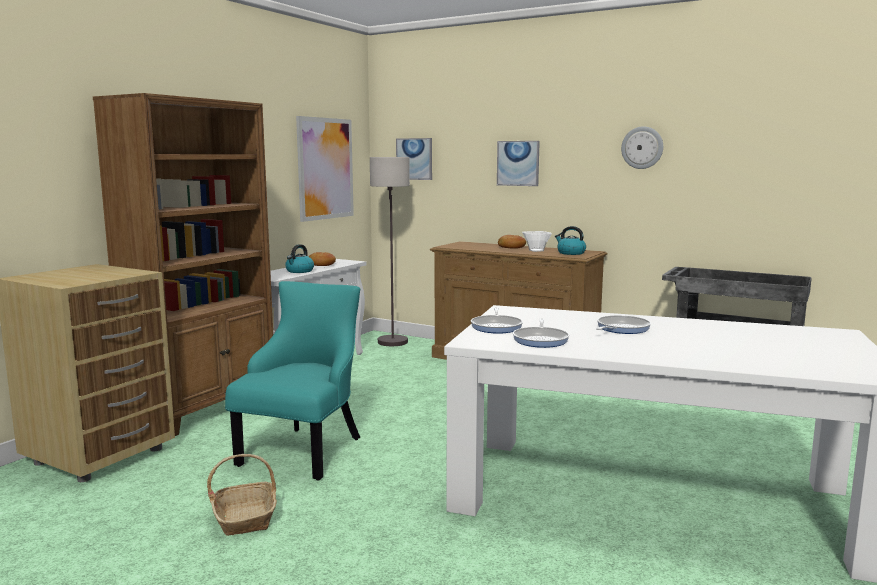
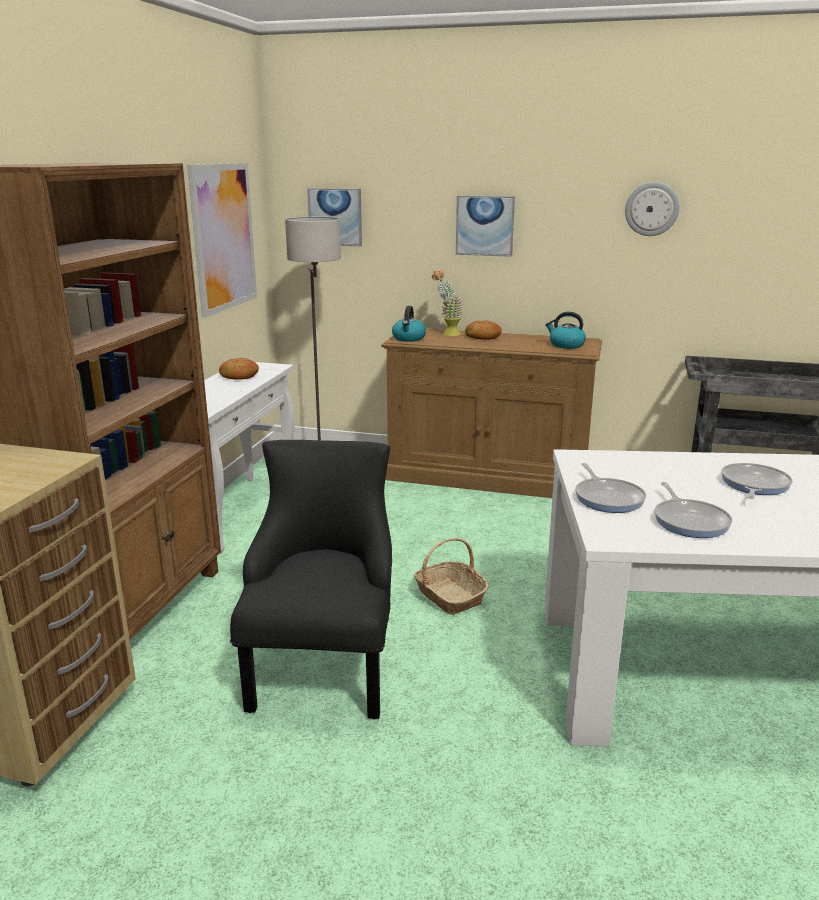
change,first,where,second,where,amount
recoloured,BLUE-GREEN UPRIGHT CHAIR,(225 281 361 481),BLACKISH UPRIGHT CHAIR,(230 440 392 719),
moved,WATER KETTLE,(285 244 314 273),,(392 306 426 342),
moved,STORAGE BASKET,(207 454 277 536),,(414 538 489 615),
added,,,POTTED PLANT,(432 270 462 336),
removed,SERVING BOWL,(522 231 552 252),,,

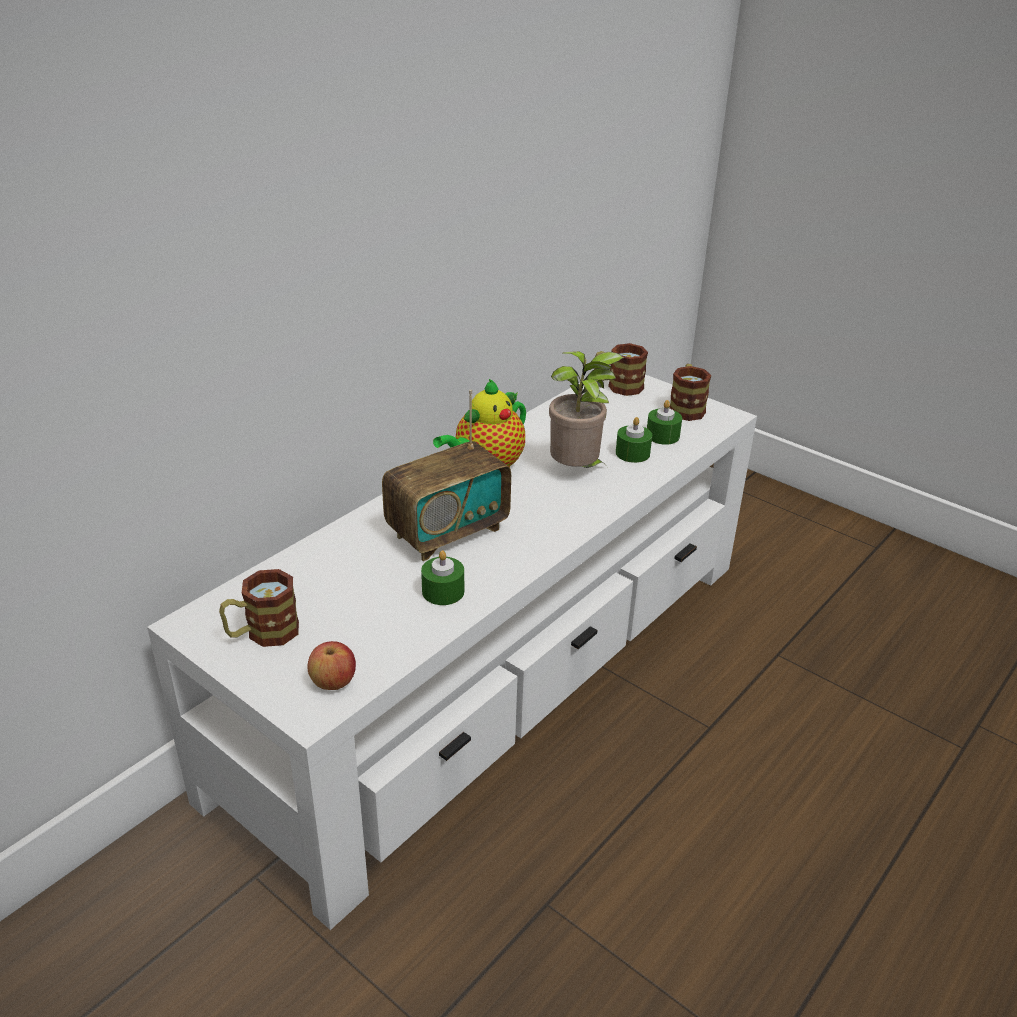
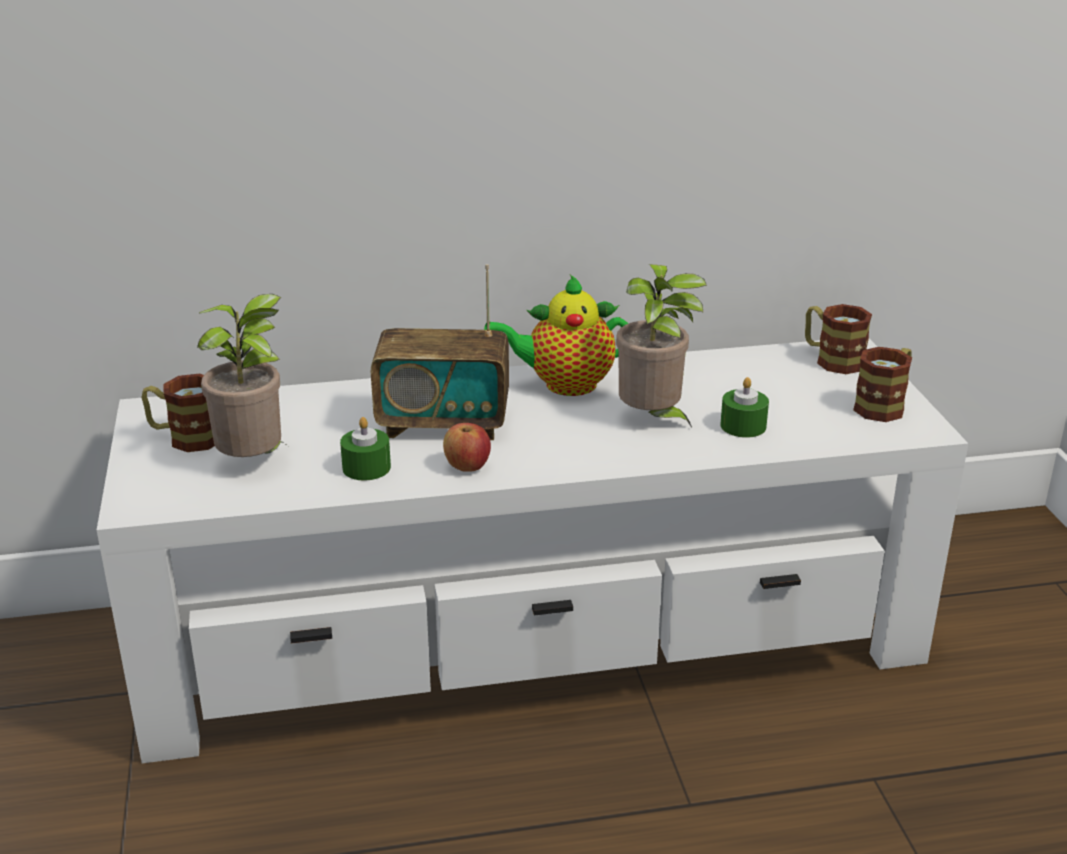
change,first,where,second,where,amount
added,,,POTTED PLANT,(197 294 288 457),
moved,WHOLE APPLE,(307 641 356 690),,(443 423 491 472),
removed,GREENISH CANDLE,(647 400 682 445),,,

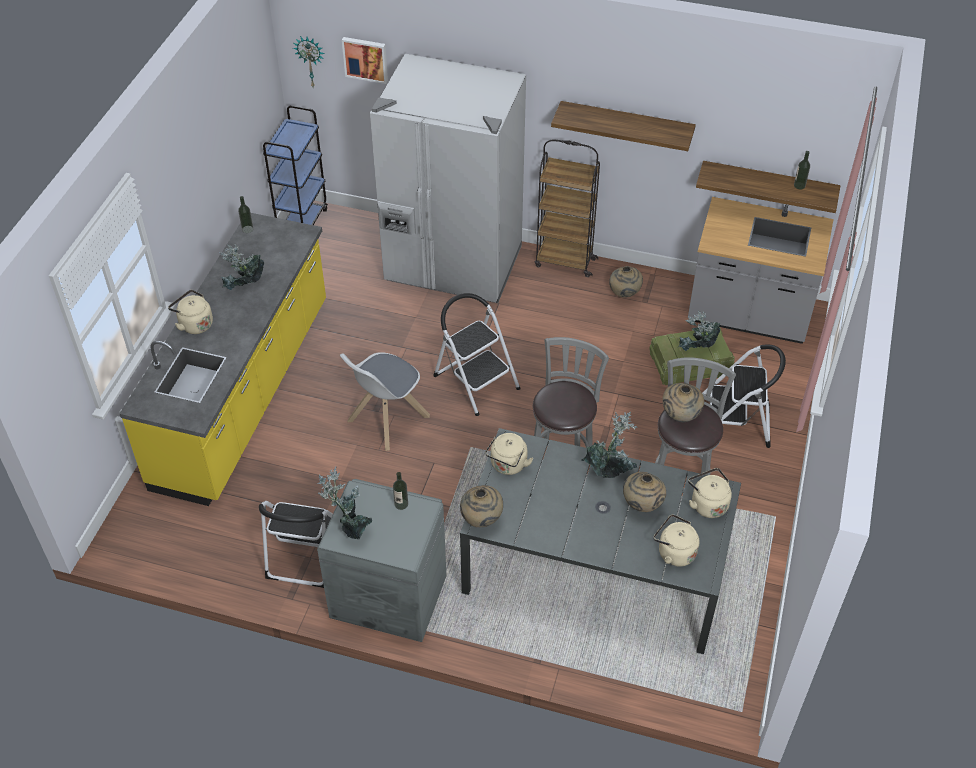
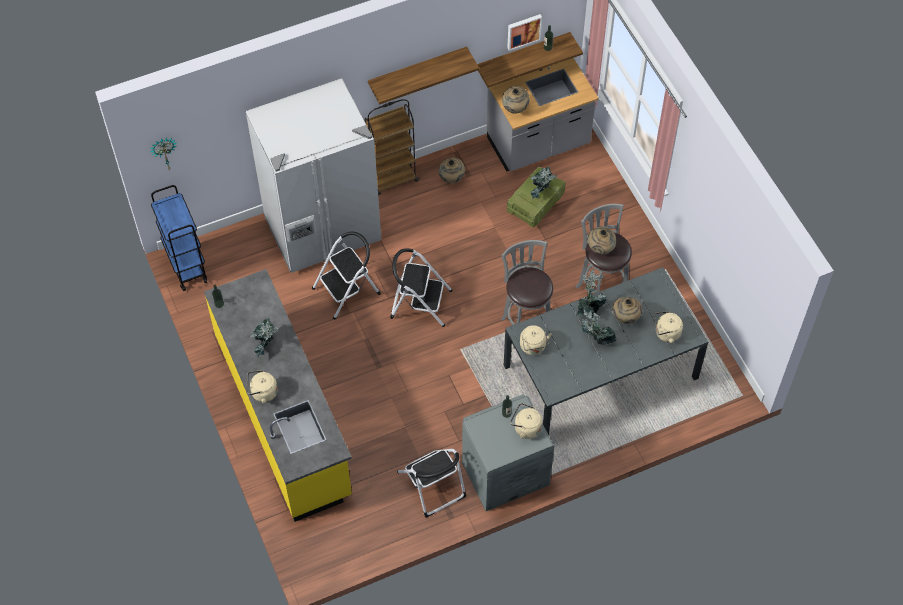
change,first,where,second,where,amount
moved,STEPLADDER,(702 345 786 448),,(312 232 381 319),
moved,SAND-COLOURED VASE,(460 485 503 527),,(502 86 530 114),
moved,WALL ART,(342 37 388 84),,(507 14 542 51),
moved,SAND-COLOURED WATER KETTLE,(688 468 732 518),,(510 403 542 439),
moved,POTTED PLANT,(318 467 372 539),,(580 309 616 345),
removed,UPRIGHT CHAIR,(340 352 430 451),,,

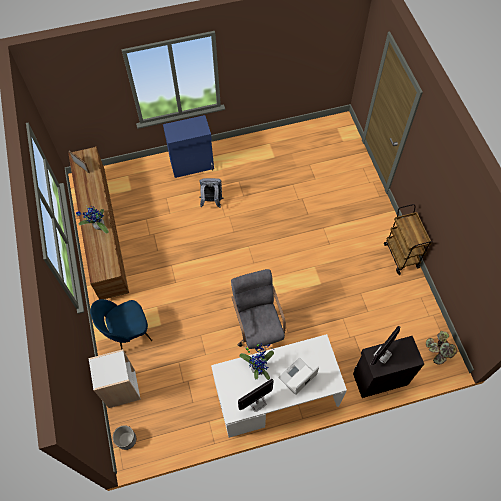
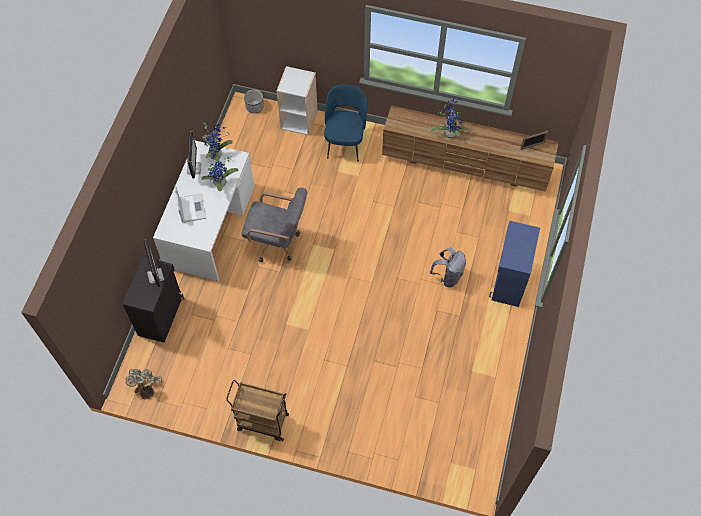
change,first,where,second,where,amount
added,,,POTTED PLANT,(203 121 233 162),

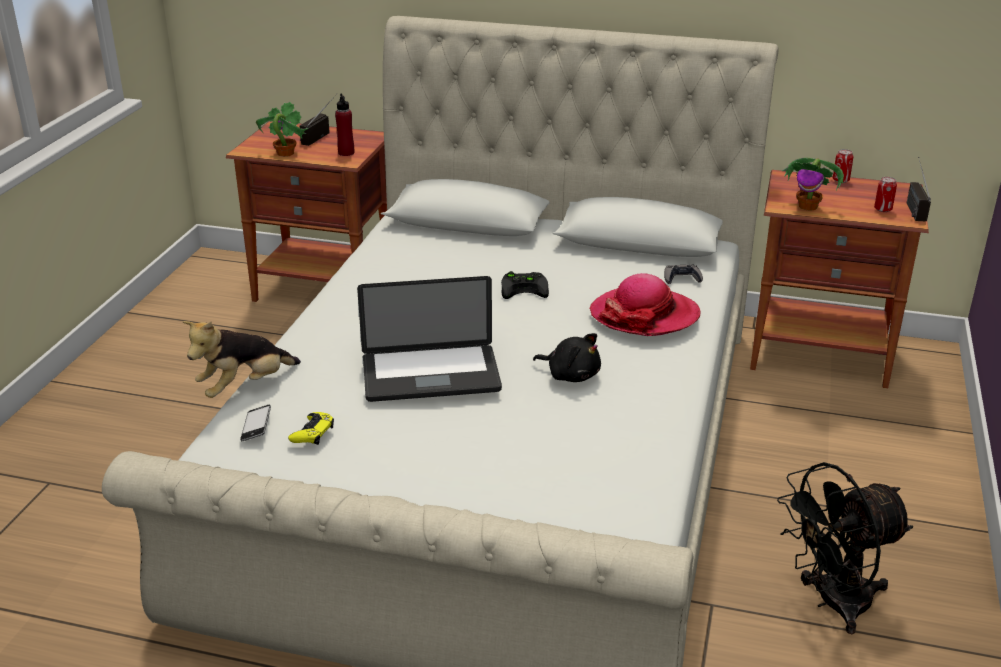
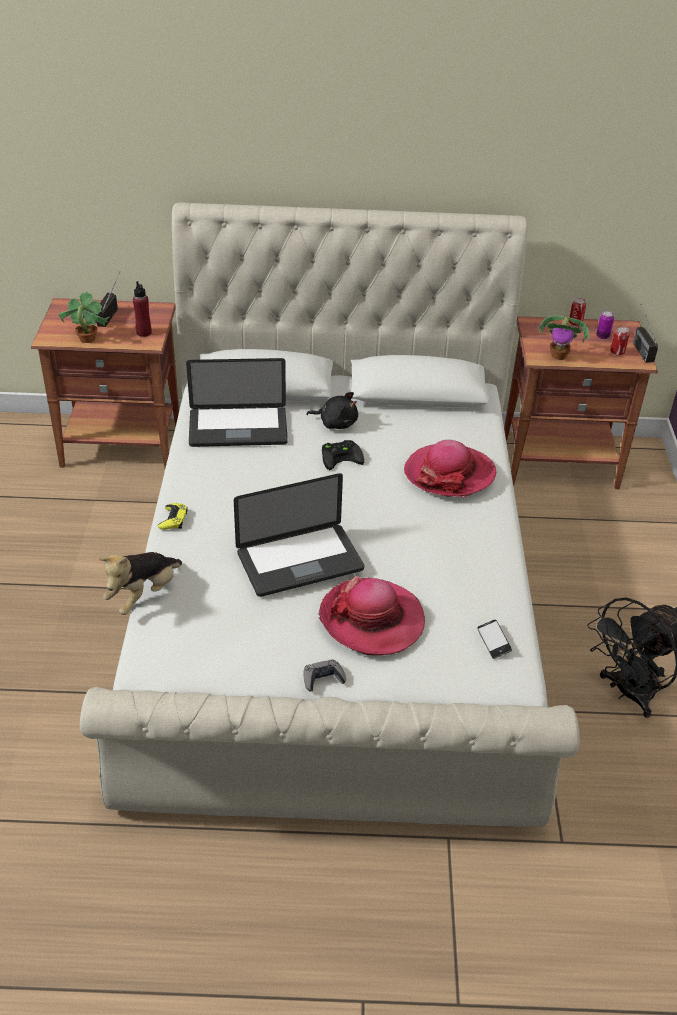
change,first,where,second,where,amount
moved,YELLOW-COLOURED GAMEPAD,(288 412 334 445),,(158 503 188 530),
added,,,NOTEBOOK COMPUTER,(186 358 288 447),
moved,GREYISH GAMEPAD,(664 264 703 284),,(304 659 346 692),
moved,BLACKISH SOFT TOY,(533 333 601 382),,(306 392 358 429),
added,,,HAT,(318 576 425 656),
moved,PHONE,(240 404 271 441),,(477 619 512 659),
added,,,CAN,(596 311 614 339),

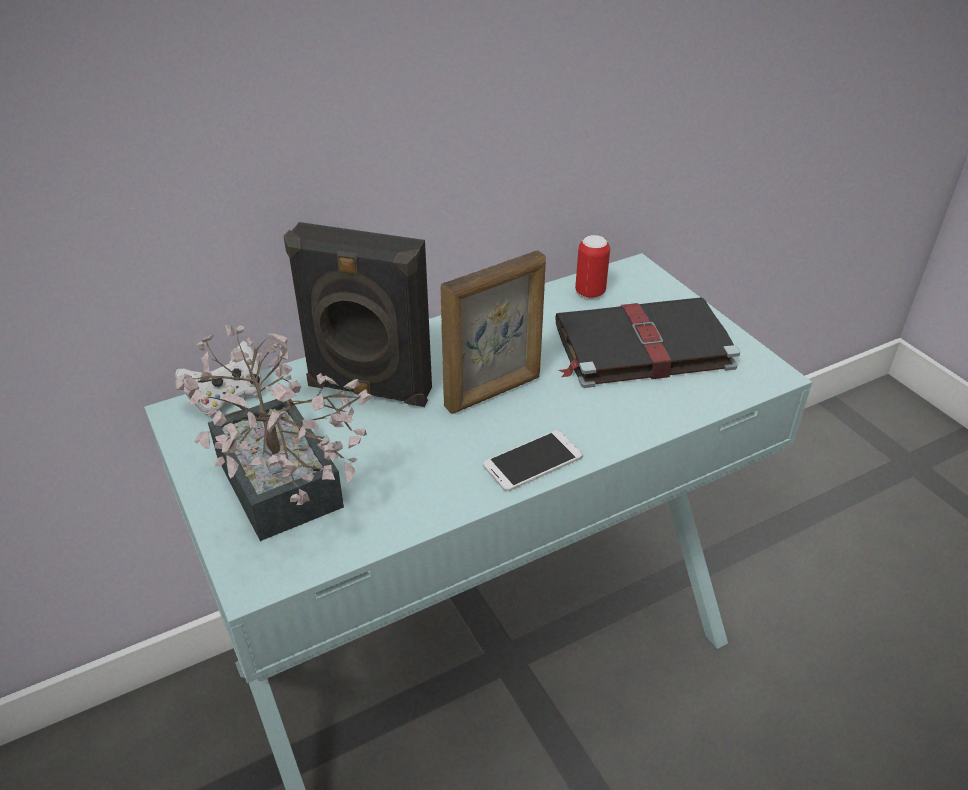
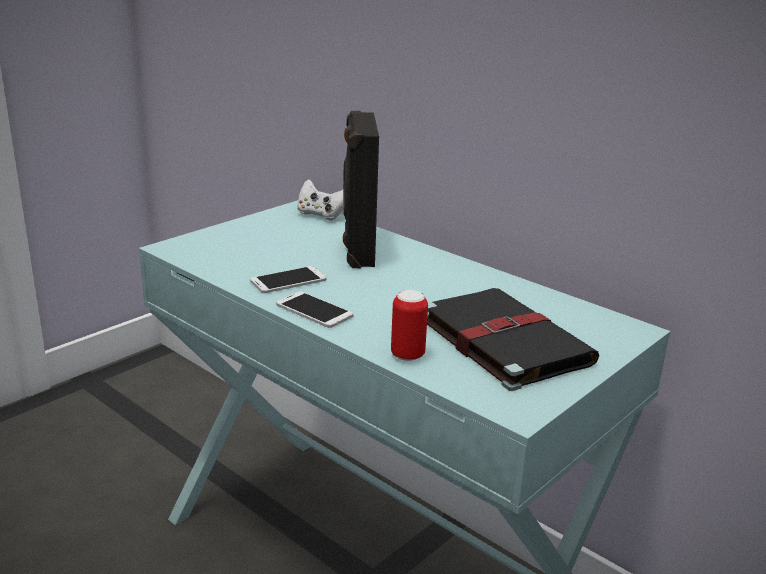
change,first,where,second,where,amount
added,,,PHONE,(250 266 327 293),
moved,CAN,(575 235 610 298),,(391 290 428 361),
removed,POTTED PLANT,(175 325 374 541),,,
removed,PHOTO FRAME,(440 251 546 414),,,

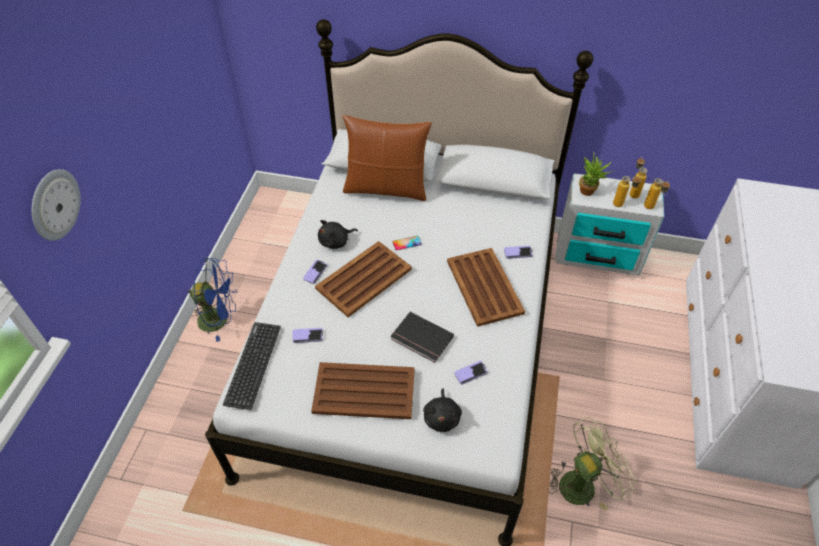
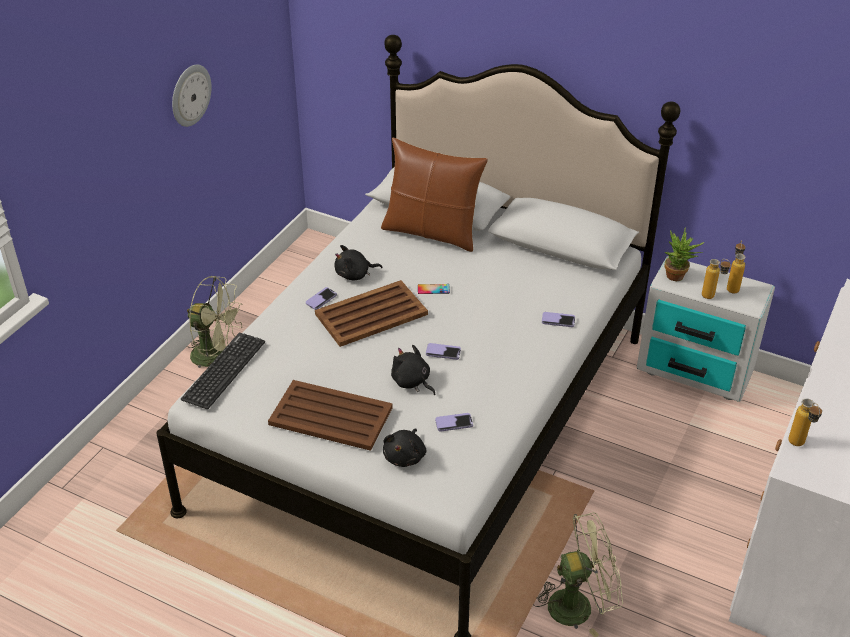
change,first,where,second,where,amount
moved,HANGING CLOCK,(32 169 81 241),,(172 65 212 127),
recoloured,BLUISH FAN,(188 258 237 342),GREENISH FAN,(186 276 243 368),
replaced,BLACKISH VOLUME,(391 312 454 363),BLACKISH SOFT TOY,(391 345 436 395),
moved,PHONE,(292 328 323 343),,(426 343 461 360),
moved,BOTTLE,(644 178 670 209),,(788 399 822 446),
removed,BROWN-COLOURED CARRYING TRAY,(447 248 525 327),,,

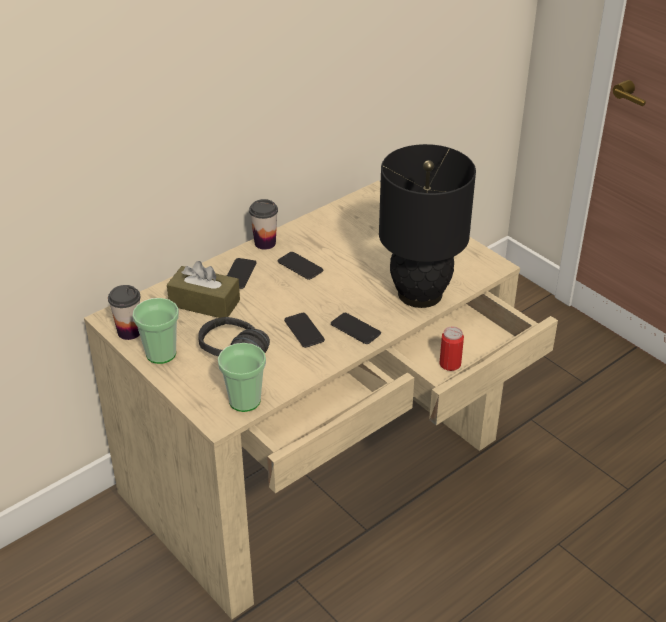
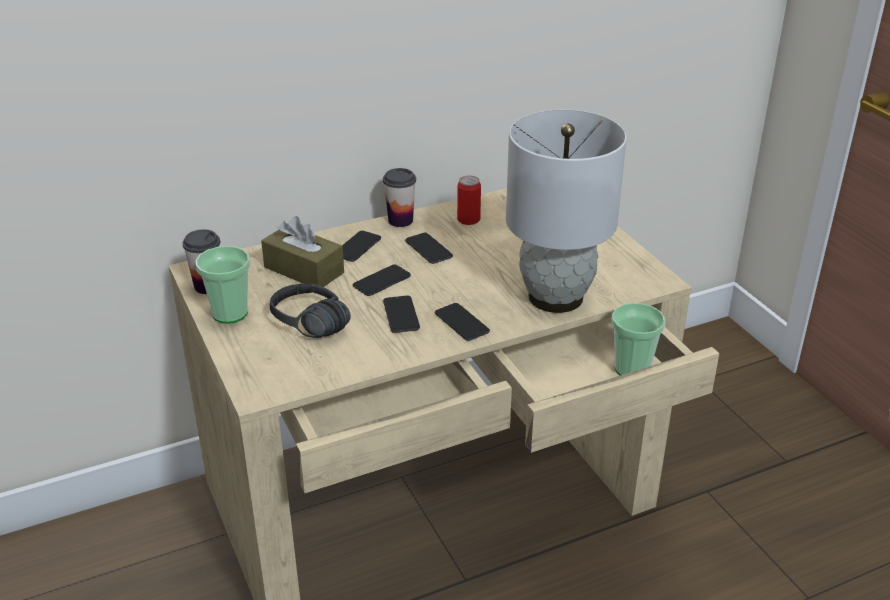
change,first,where,second,where,amount
added,,,PHONE,(353 264 411 296),
moved,CAN,(439 326 464 371),,(457 175 481 225),
recoloured,BLACKISH TABLETOP LAMP,(379 144 476 308),WHITISH TABLETOP LAMP,(506 110 627 313),
moved,SMALL CUP,(218 343 266 412),,(612 303 666 375),

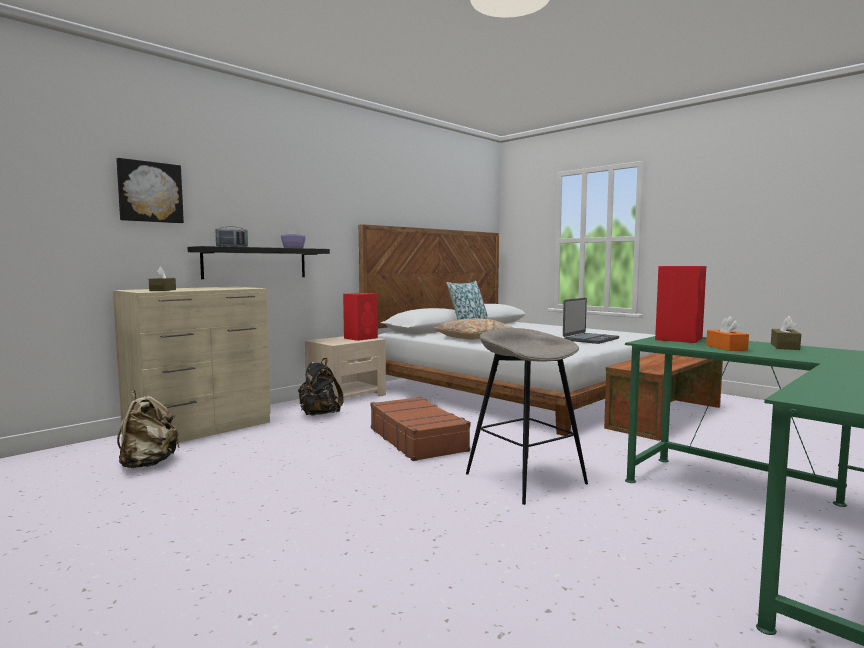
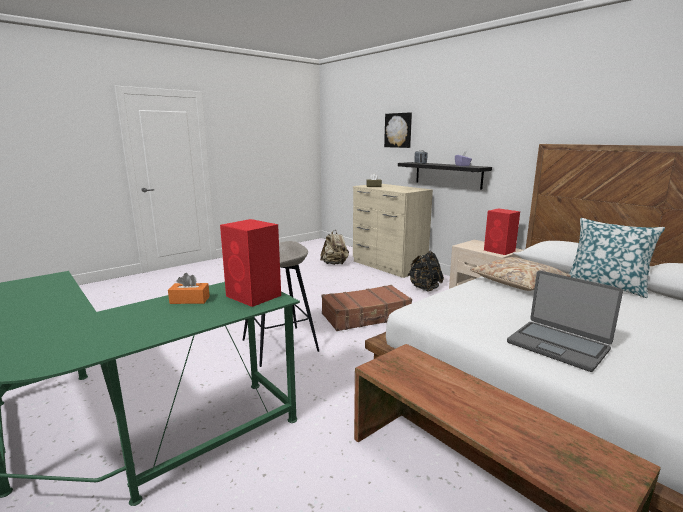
change,first,where,second,where,amount
removed,BROWN-COLOURED TISSUE HOLDER,(771 316 801 350),,,

